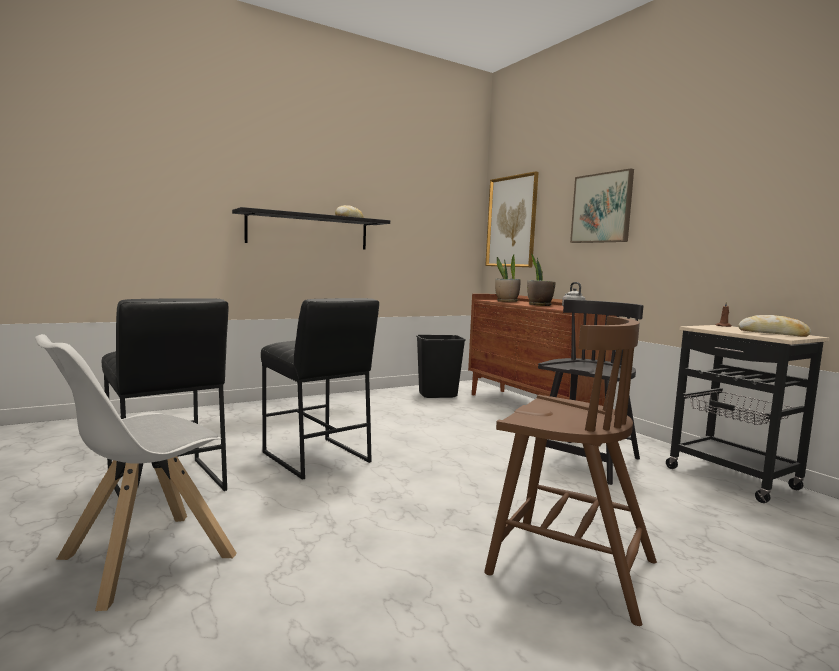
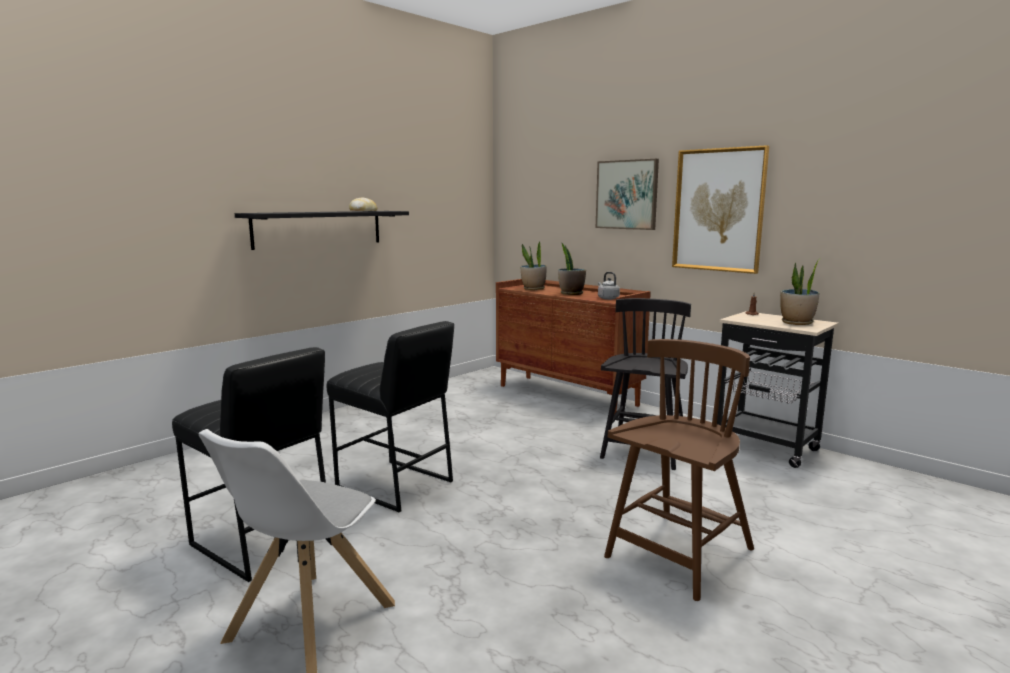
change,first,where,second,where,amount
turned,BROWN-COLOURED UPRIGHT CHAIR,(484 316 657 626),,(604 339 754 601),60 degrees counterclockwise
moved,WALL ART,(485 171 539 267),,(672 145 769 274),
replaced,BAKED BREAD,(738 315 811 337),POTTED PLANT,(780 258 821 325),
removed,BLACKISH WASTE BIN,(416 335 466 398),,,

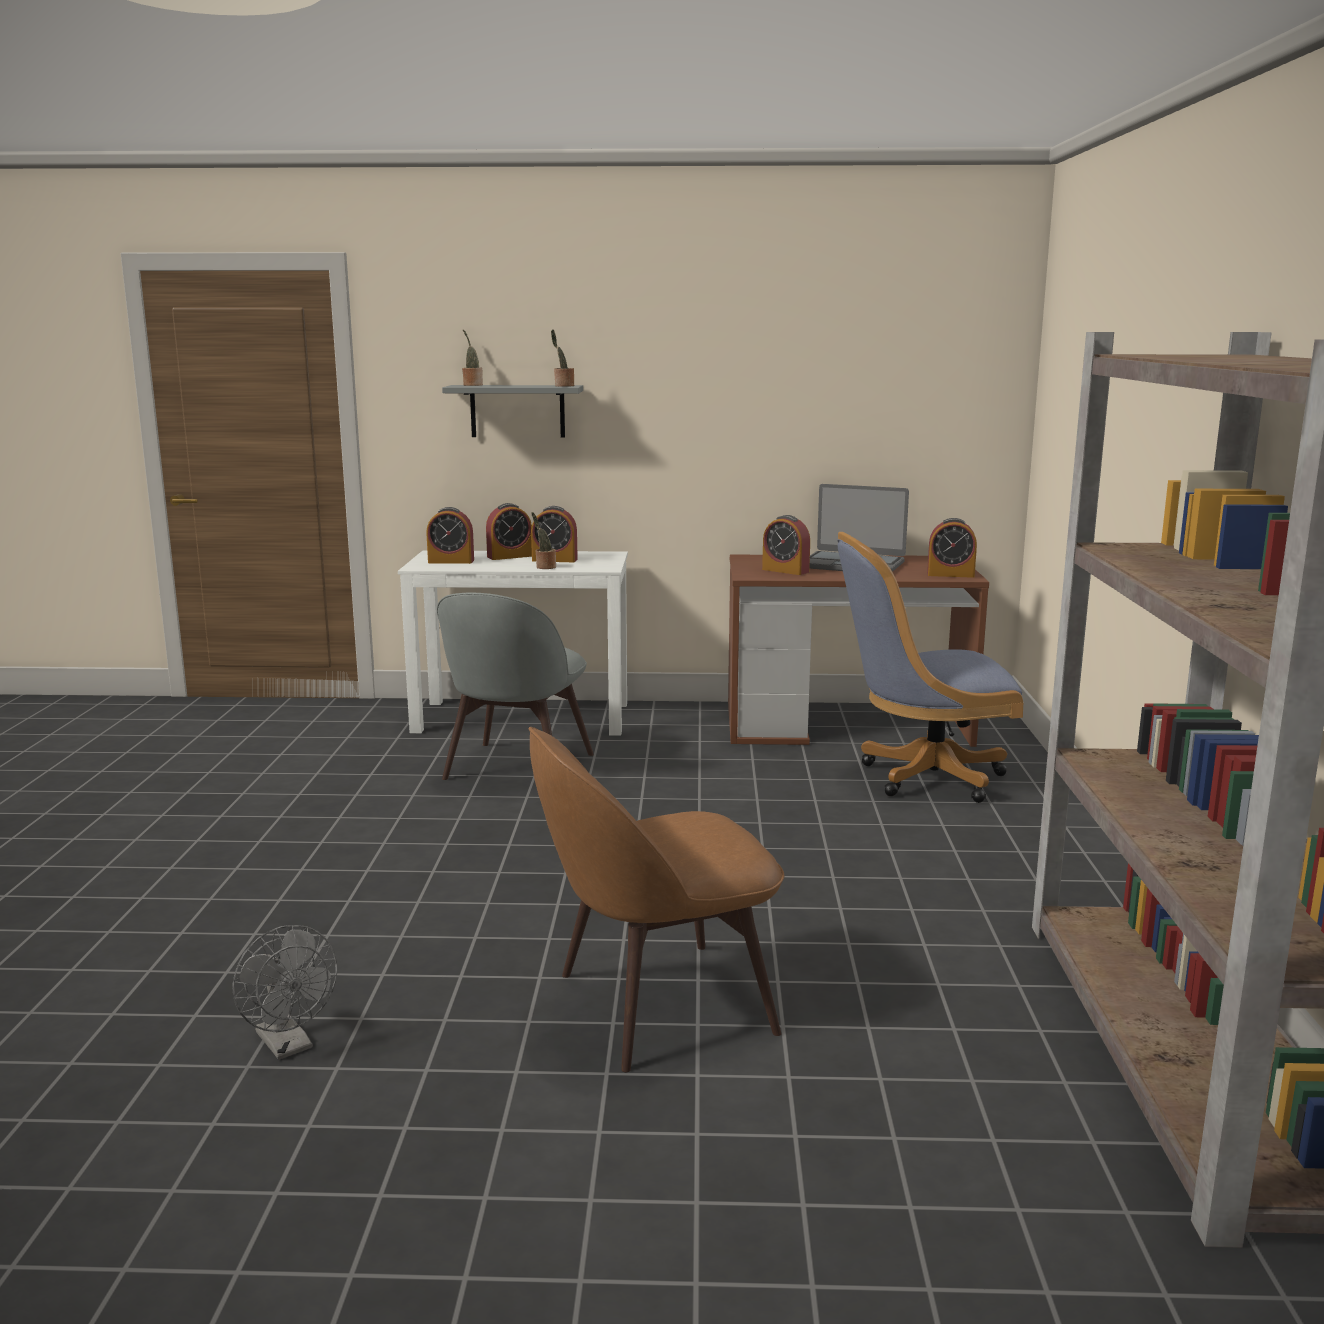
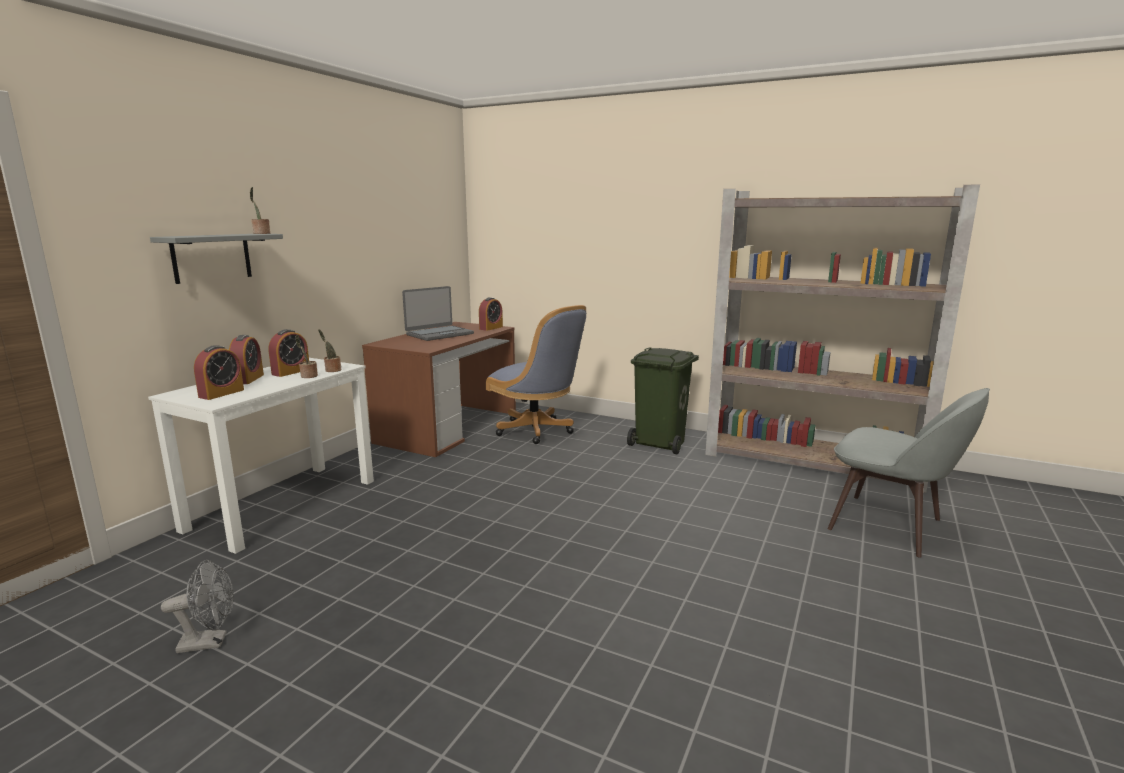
change,first,where,second,where,amount
moved,GREYISH FAN,(232 925 337 1060),,(161 560 234 653),
moved,POTTED PLANT,(462 329 483 386),,(318 329 341 372),
turned,BLUISH COMPUTER CHAIR,(837 532 1023 803),,(486 305 586 444),60 degrees counterclockwise
added,,,GREENISH WASTE BIN,(627 347 699 454),
moved,GREYISH UPRIGHT CHAIR,(437 593 594 780),,(827 388 990 558),
removed,BROWN-COLOURED UPRIGHT CHAIR,(528 727 784 1072),,,
removed,TABLE CLOCK,(762 515 810 575),,,

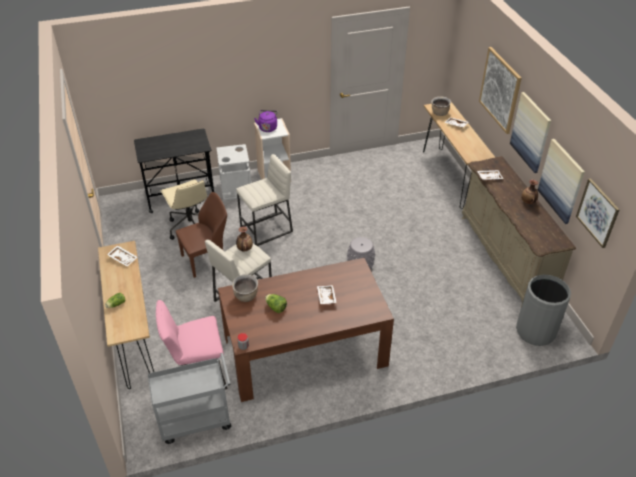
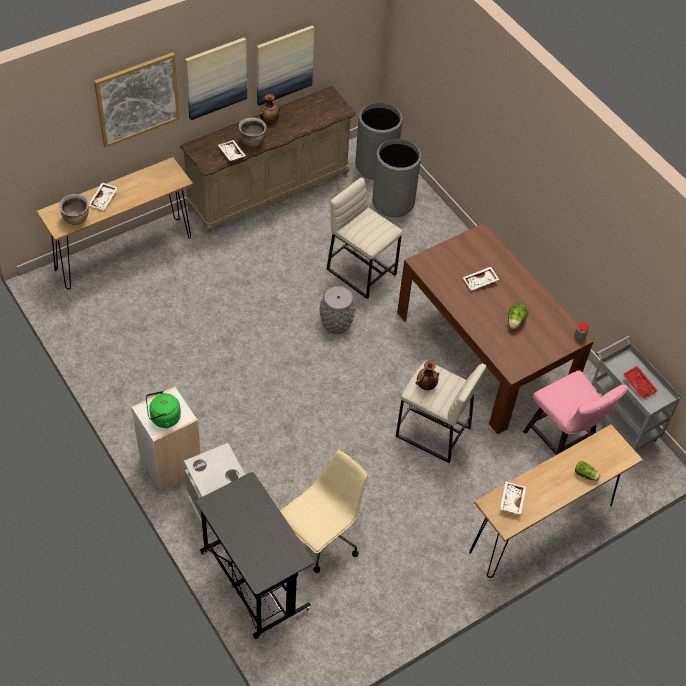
change,first,where,second,where,amount
recoloured,PURPLE-COLOURED WATER KETTLE,(254 110 278 132),GREENISH WATER KETTLE,(146 391 181 428),
moved,BROWN-COLOURED SAUCEPOT,(232 274 258 302),,(239 118 266 147),
moved,SAND-COLOURED STOOL,(236 154 293 246),,(327 178 403 299),
added,,,GREYISH WASTE BIN,(372 139 421 217),
added,,,REDDISH CARRYING TRAY,(623 366 658 399),
removed,BROWN-COLOURED UPRIGHT CHAIR,(176 192 227 278),,,
removed,WALL ART,(576 178 620 248),,,

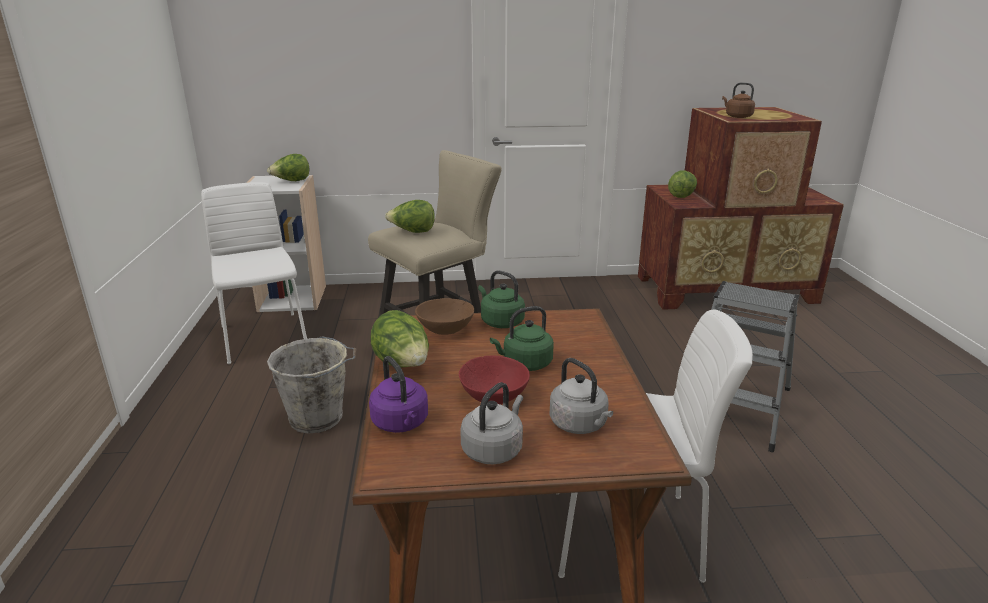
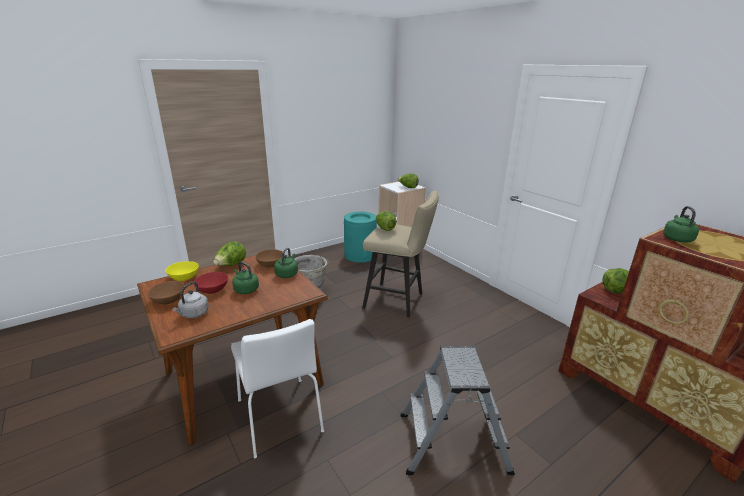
change,first,where,second,where,amount
replaced,GREYISH WATER KETTLE,(460 382 523 464),BROWN-COLOURED SERVING BOWL,(148 281 185 304),
replaced,PURPLE-COLOURED WATER KETTLE,(369 356 428 433),YELLOW-COLOURED SERVING BOWL,(165 261 199 281),
replaced,WHITISH UPRIGHT CHAIR,(201 182 307 364),BLUE-GREEN WASTE BIN,(344 212 377 263),
recoloured,BROWN-COLOURED WATER KETTLE,(722 82 755 118),GREENISH WATER KETTLE,(663 206 699 243),

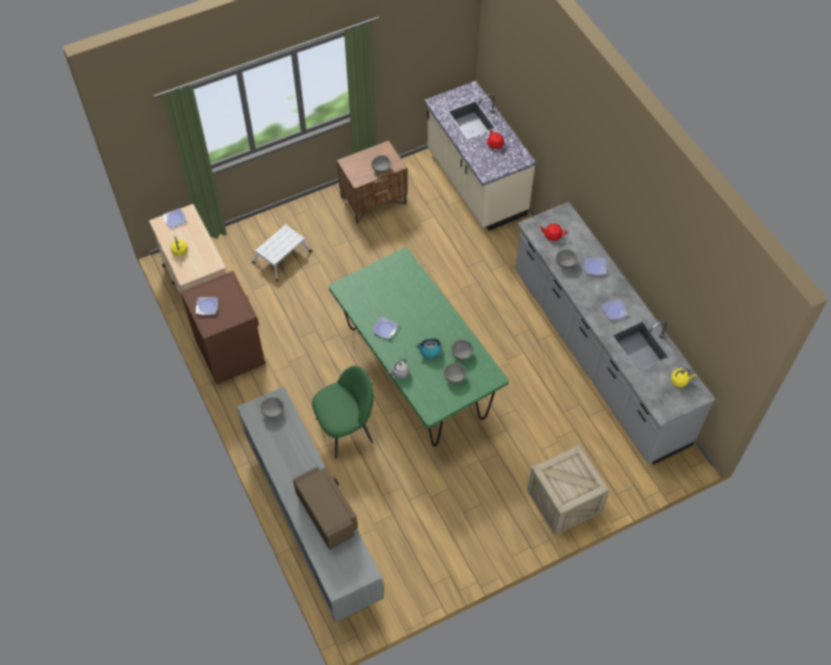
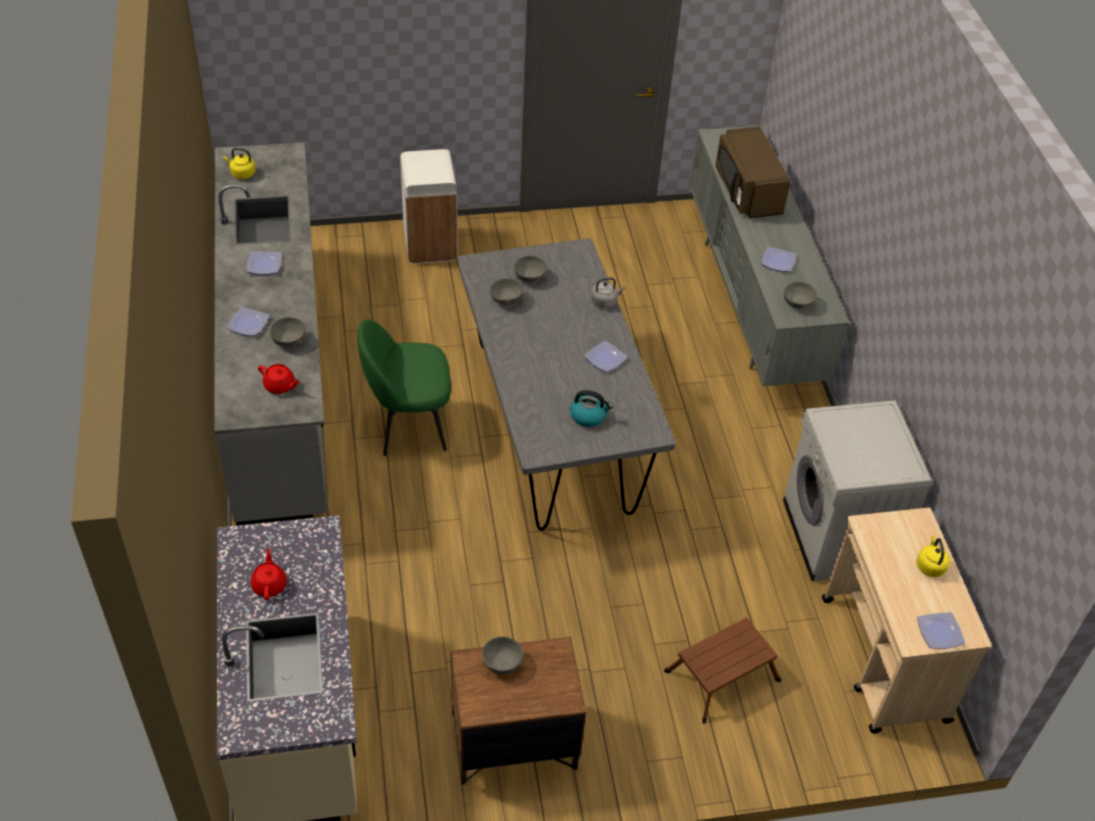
change,first,where,second,where,amount
moved,GREENISH UPRIGHT CHAIR,(312 366 374 459),,(357 319 451 456),
replaced,PACKING CRATE,(527 444 609 536),WHITISH WASTE BIN,(400 149 457 264),
recoloured,GREENISH KITCHEN TABLE,(329 247 509 447),GREYISH KITCHEN TABLE,(457 238 676 530),
moved,WATER KETTLE,(416 338 442 359),,(570 390 613 427),
recoloured,WHITISH STEPLADDER,(252 224 312 282),BROWN-COLOURED STEPLADDER,(664 617 781 724),
moved,PLATE,(196 297 218 315),,(762 247 796 272),
recoloured,BROWN-COLOURED LAUNDRY APPLIANCE,(180 271 265 385),WHITISH LAUNDRY APPLIANCE,(783 400 932 581),

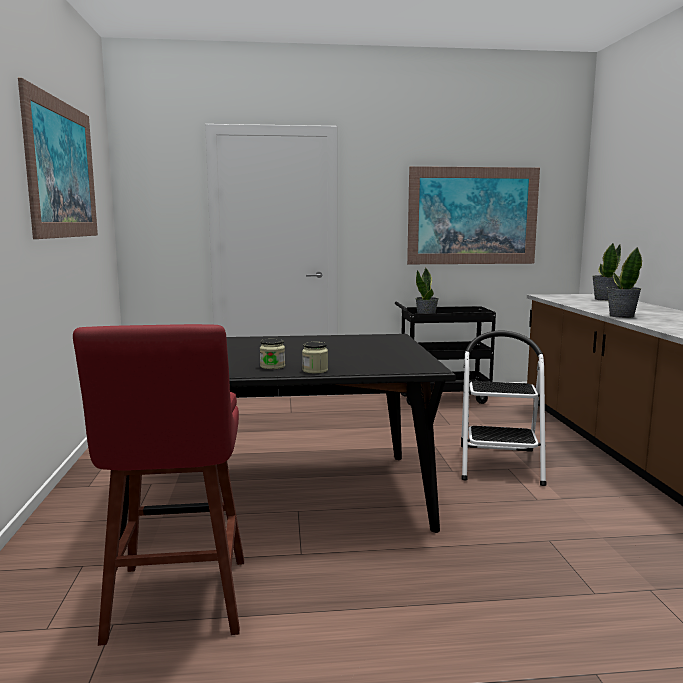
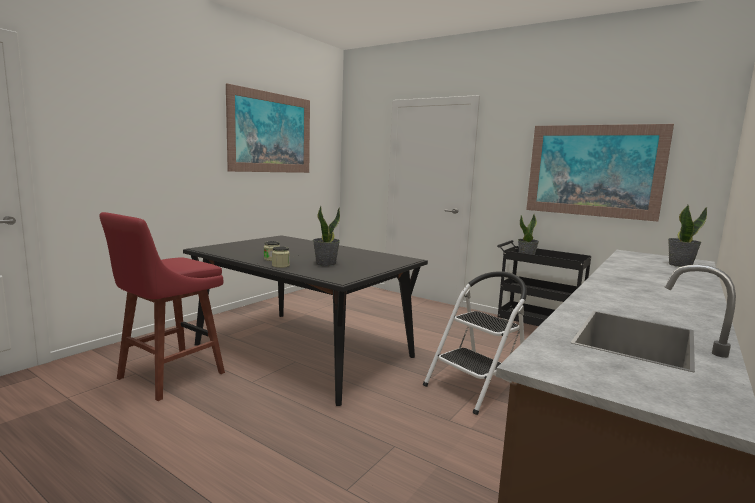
change,first,where,second,where,amount
moved,POTTED PLANT,(607 247 642 318),,(313 205 340 266),

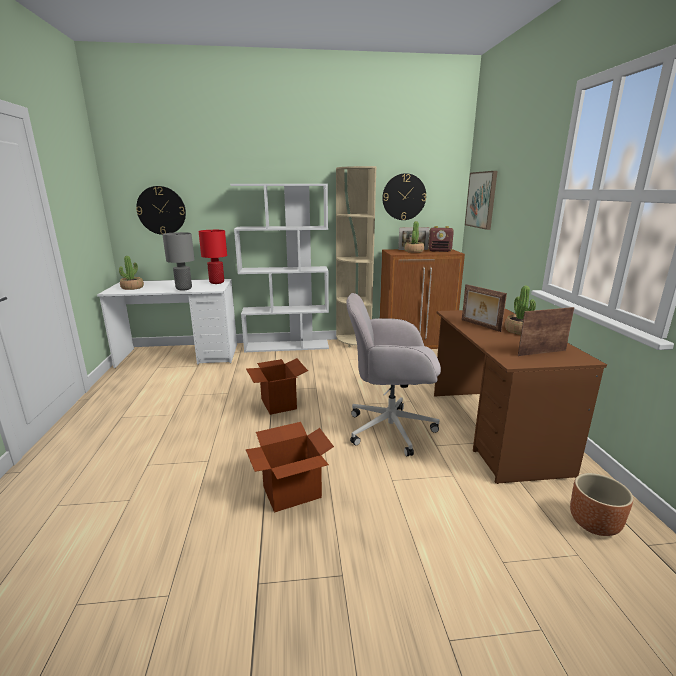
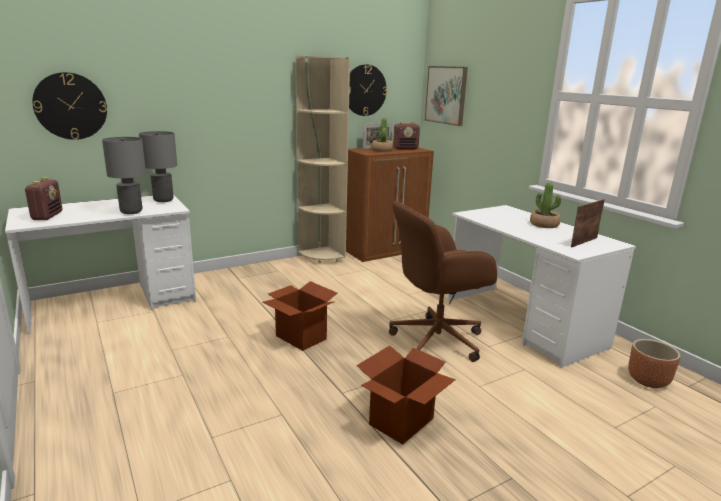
change,first,where,second,where,amount
replaced,POTTED PLANT,(119 256 144 290),RADIO,(24 177 62 220),
recoloured,REDDISH TABLETOP LAMP,(198 230 227 284),GREYISH TABLETOP LAMP,(139 131 177 202),
recoloured,GREYISH COMPUTER CHAIR,(346 293 441 456),BROWN-COLOURED COMPUTER CHAIR,(389 201 497 362),
recoloured,BROWN-COLOURED DESK UNIT,(434 309 607 484),WHITISH DESK UNIT,(448 205 636 368),
removed,WHITISH BOOKSHELF,(230 184 329 352),,,
removed,PHOTO FRAME,(462 284 507 332),,,

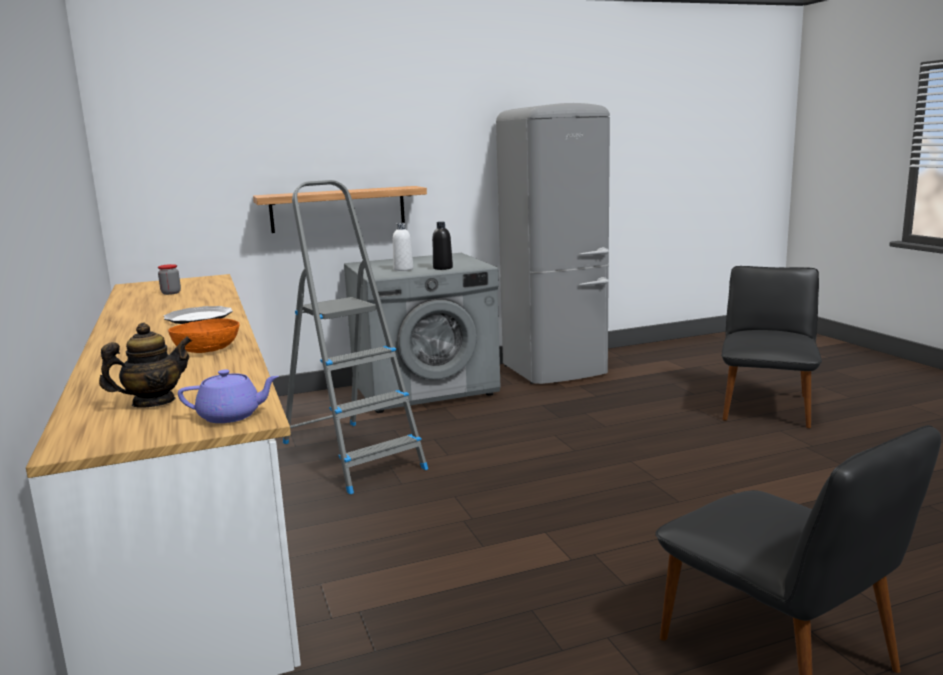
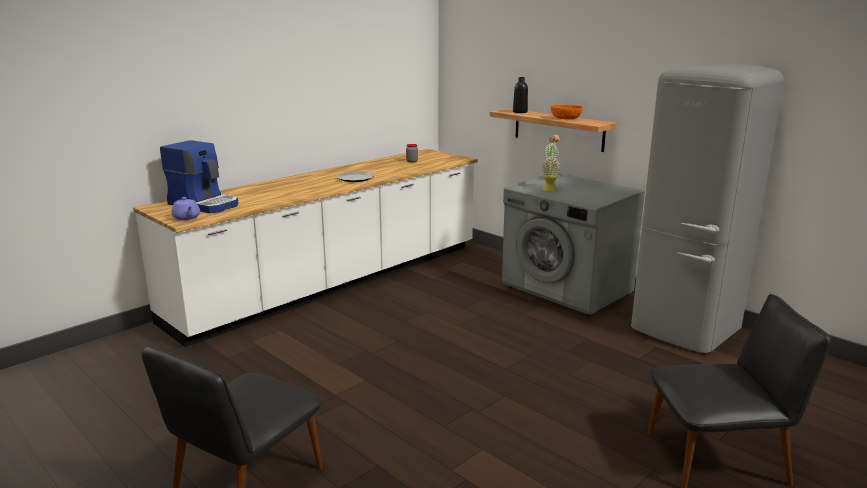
change,first,where,second,where,amount
replaced,TEAPOT,(99 322 192 408),COFFEE MAKER,(160 140 239 213),
moved,BLACKISH BOTTLE,(432 222 453 270),,(513 77 528 113),
replaced,WHITISH BOTTLE,(393 223 413 271),POTTED PLANT,(542 134 560 191),
moved,ORANGEY SERVING BOWL,(168 318 239 353),,(551 105 583 119),
removed,GREYISH STEPLADDER,(283 180 428 494),,,

